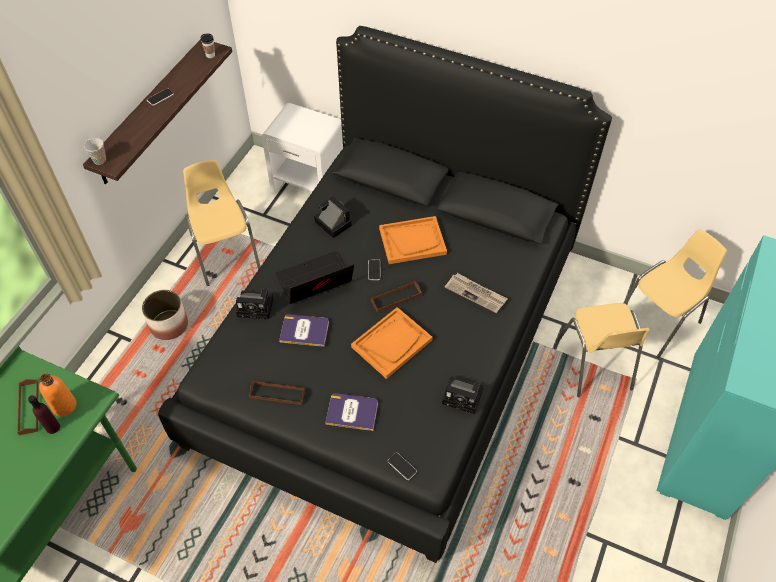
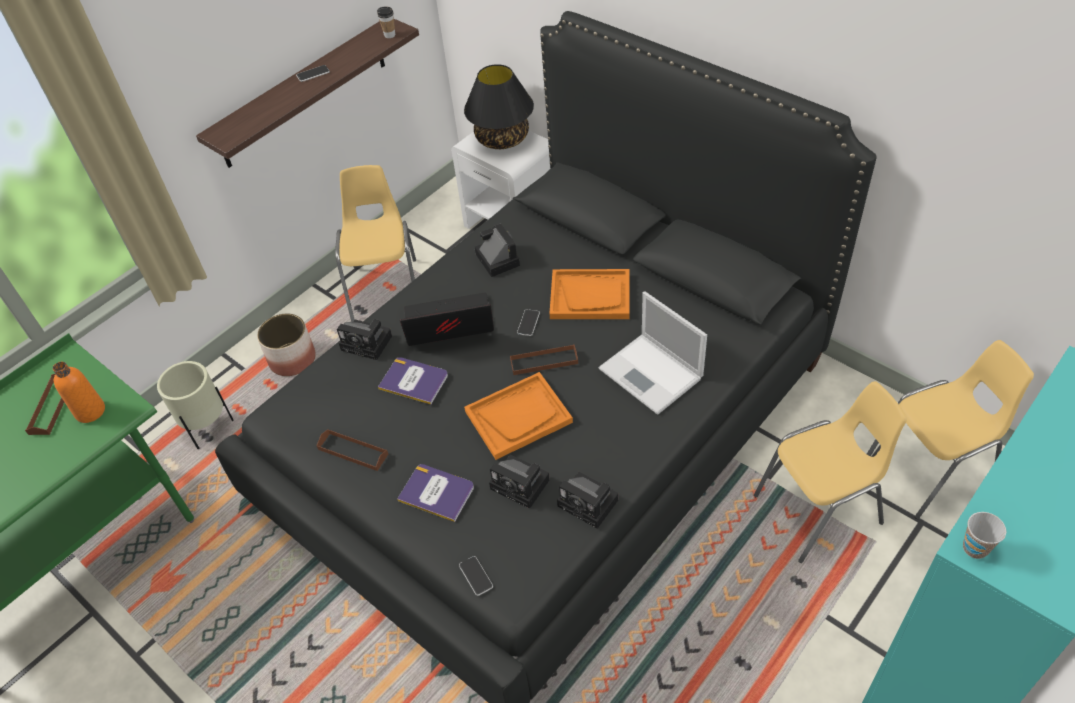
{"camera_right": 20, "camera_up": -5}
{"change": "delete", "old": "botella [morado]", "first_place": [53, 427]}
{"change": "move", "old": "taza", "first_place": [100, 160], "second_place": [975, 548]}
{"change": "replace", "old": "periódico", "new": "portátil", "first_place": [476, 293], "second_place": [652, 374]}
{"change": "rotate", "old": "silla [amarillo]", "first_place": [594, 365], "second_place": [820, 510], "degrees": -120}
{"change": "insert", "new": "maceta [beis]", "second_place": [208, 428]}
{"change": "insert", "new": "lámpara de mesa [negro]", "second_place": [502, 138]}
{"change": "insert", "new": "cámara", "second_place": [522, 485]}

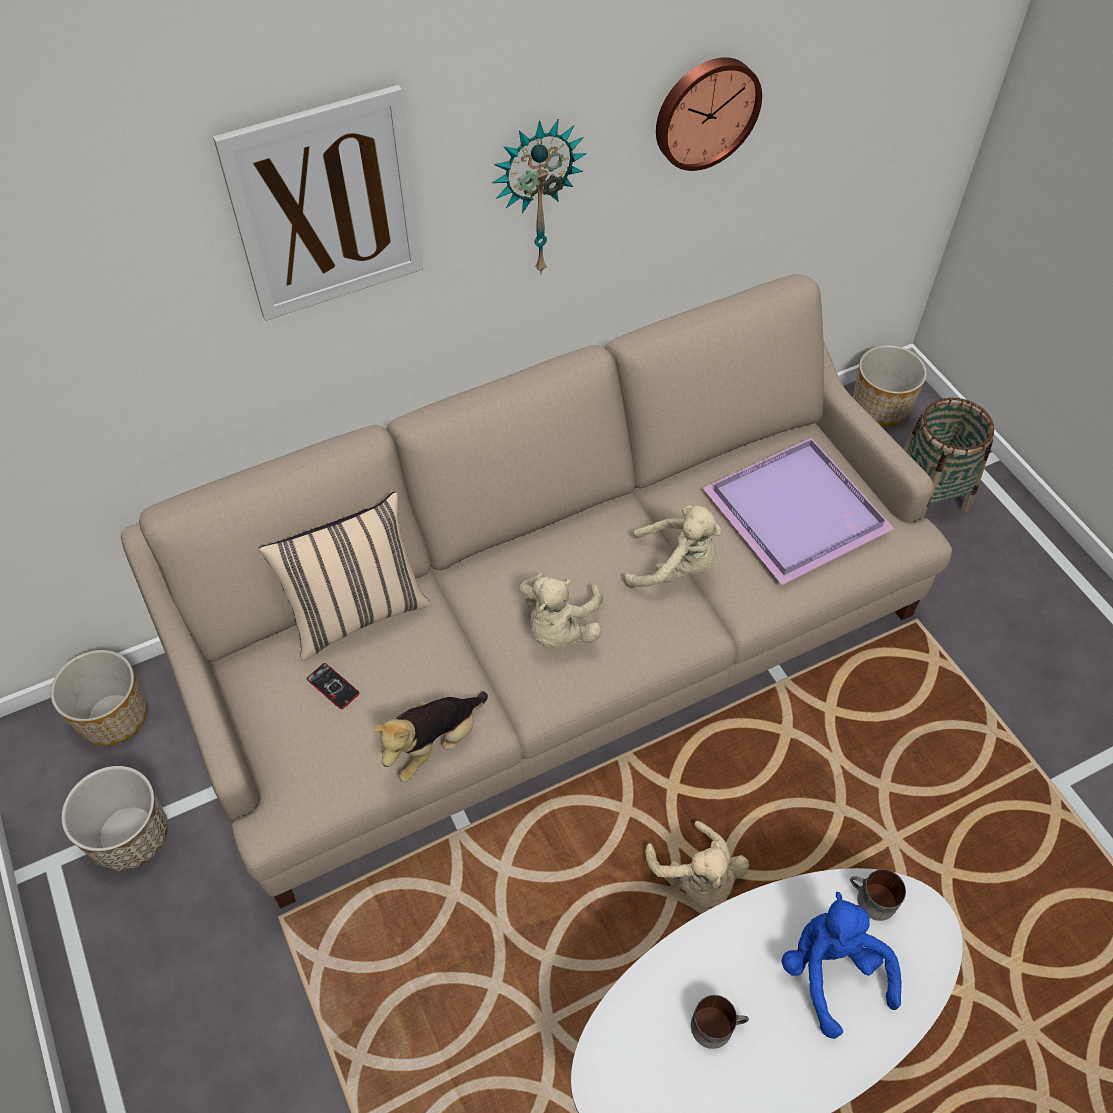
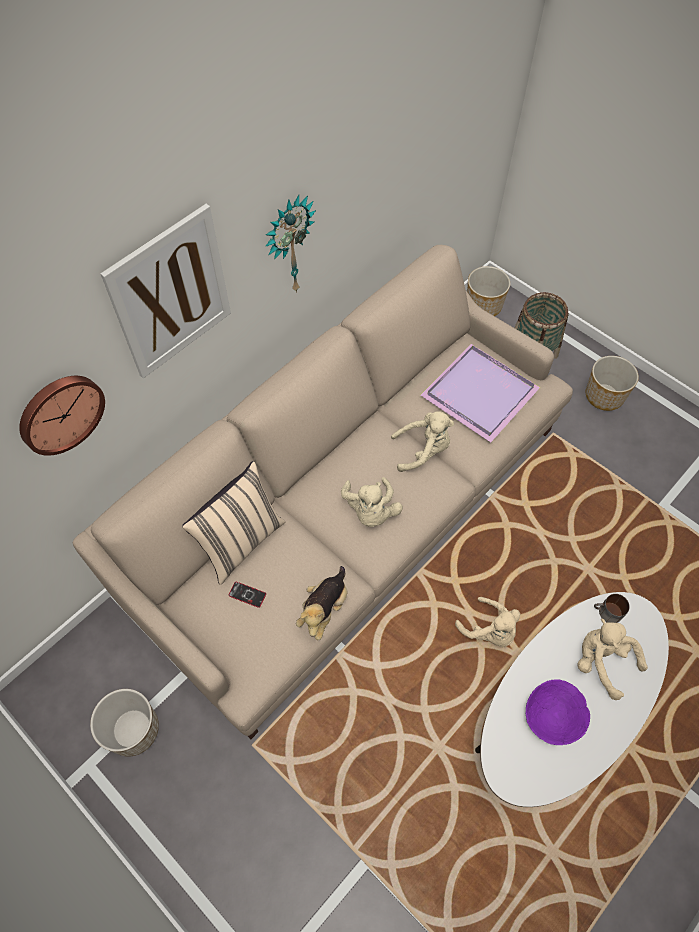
{"camera_right": -20, "camera_up": 5}
{"change": "move", "old": "maceta", "first_place": [113, 715], "second_place": [604, 395]}
{"change": "move", "old": "reloj de pared", "first_place": [705, 112], "second_place": [60, 412]}
{"change": "replace", "old": "taza grande", "new": "cuenco [morado]", "first_place": [717, 1024], "second_place": [553, 715]}
{"change": "recolor", "old": "peluche [azul]", "new": "peluche [beis]", "first_place": [832, 971], "second_place": [602, 661]}

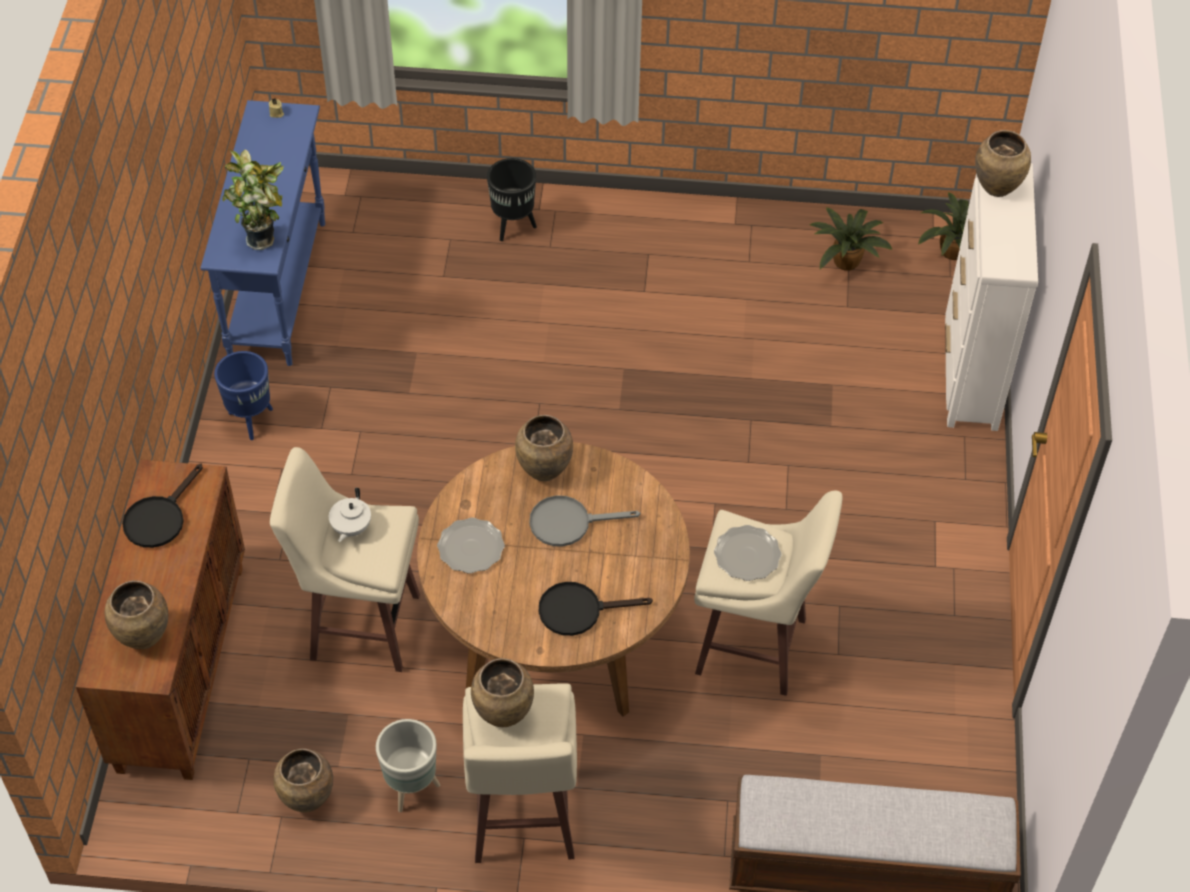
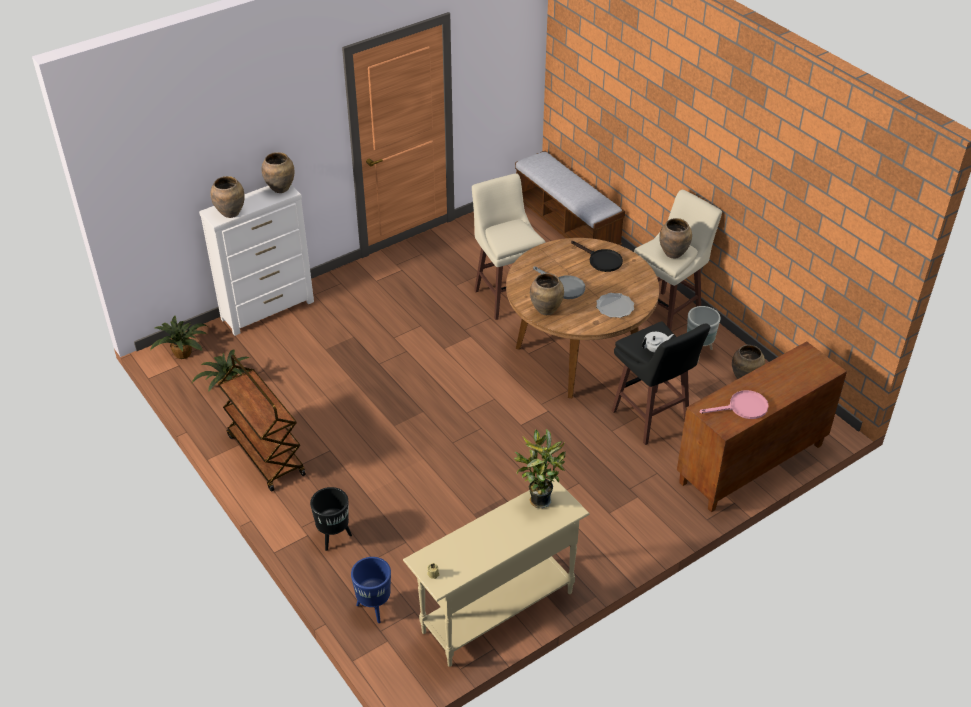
{"camera_right": -130, "camera_up": -10}
{"change": "move", "old": "florero [marrón]", "first_place": [143, 637], "second_place": [281, 189]}
{"change": "recolor", "old": "sartén [negro]", "new": "sartén [rosa]", "first_place": [159, 518], "second_place": [742, 408]}
{"change": "recolor", "old": "mesa consola [azul]", "new": "mesa consola [beis]", "first_place": [279, 289], "second_place": [497, 612]}
{"change": "move", "old": "maceta [azul]", "first_place": [250, 421], "second_place": [375, 608]}
{"change": "recolor", "old": "taburete [beis]", "new": "taburete [negro]", "first_place": [361, 625], "second_place": [651, 419]}
{"change": "delete", "old": "plato", "first_place": [747, 555]}
{"change": "insert", "new": "carrito [marrón]", "second_place": [265, 455]}

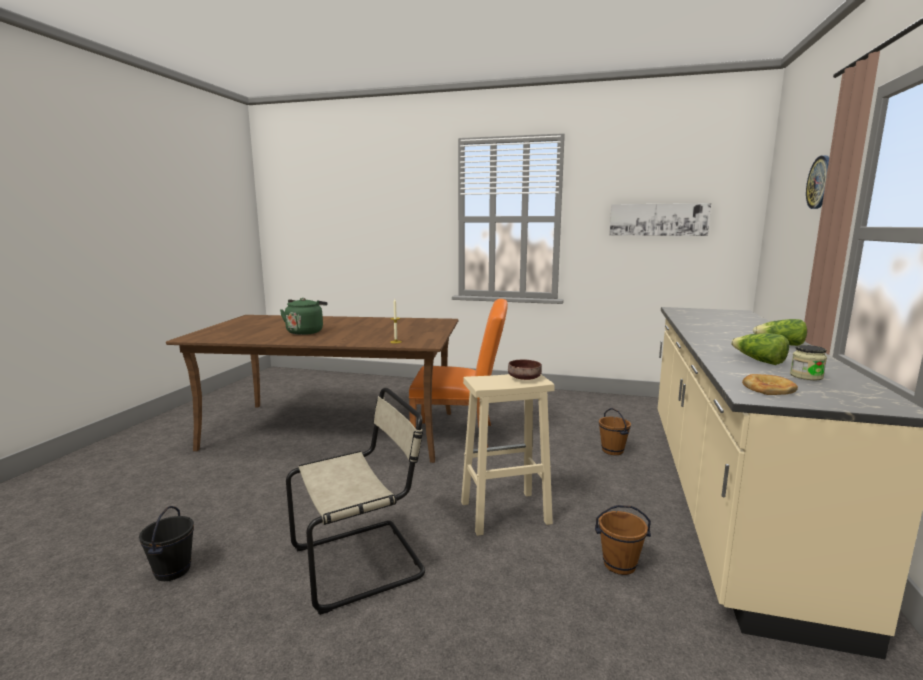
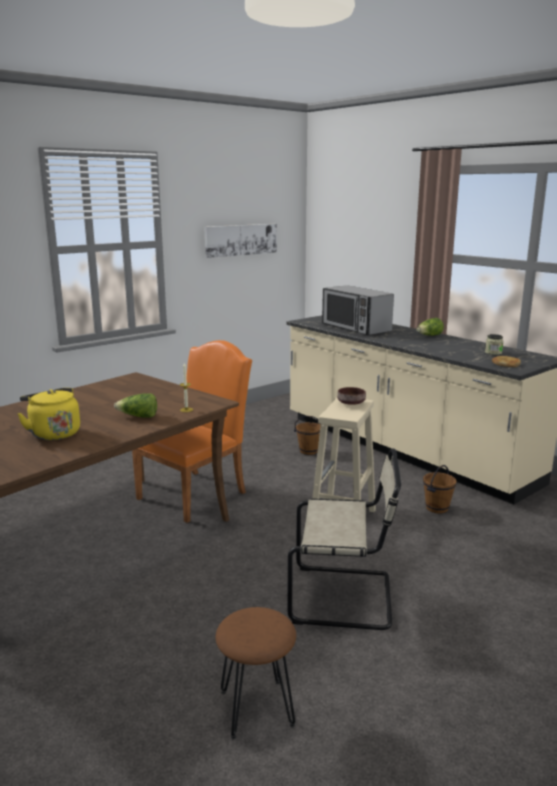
{"camera_right": -55, "camera_up": 5}
{"change": "replace", "old": "cubo [negro]", "new": "taburete [marrón]", "first_place": [173, 571], "second_place": [257, 708]}
{"change": "recolor", "old": "hervidor [verde]", "new": "hervidor [amarillo]", "first_place": [305, 332], "second_place": [53, 433]}
{"change": "rotate", "old": "silla [beis]", "first_place": [363, 561], "second_place": [345, 597], "degrees": 90}
{"change": "move", "old": "lechuga", "first_place": [759, 361], "second_place": [138, 417]}
{"change": "delete", "old": "reloj de pared", "first_place": [820, 182]}
{"change": "insert", "new": "microondas", "second_place": [355, 328]}

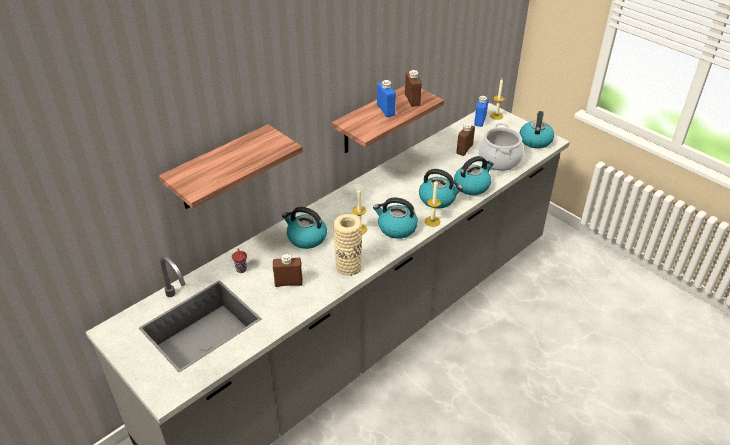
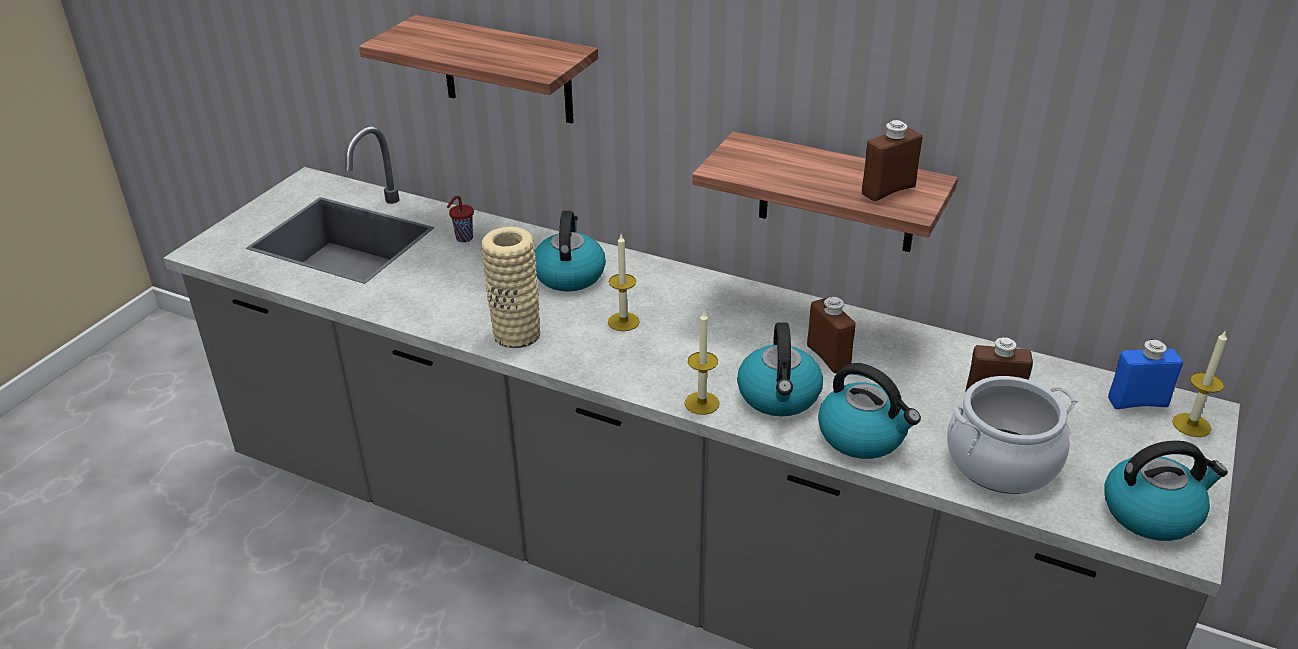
{"camera_right": 70, "camera_up": -5}
{"change": "move", "old": "botella [marrón]", "first_place": [288, 283], "second_place": [828, 357]}
{"change": "delete", "old": "hervidor", "first_place": [396, 228]}
{"change": "delete", "old": "botella [azul]", "first_place": [385, 110]}

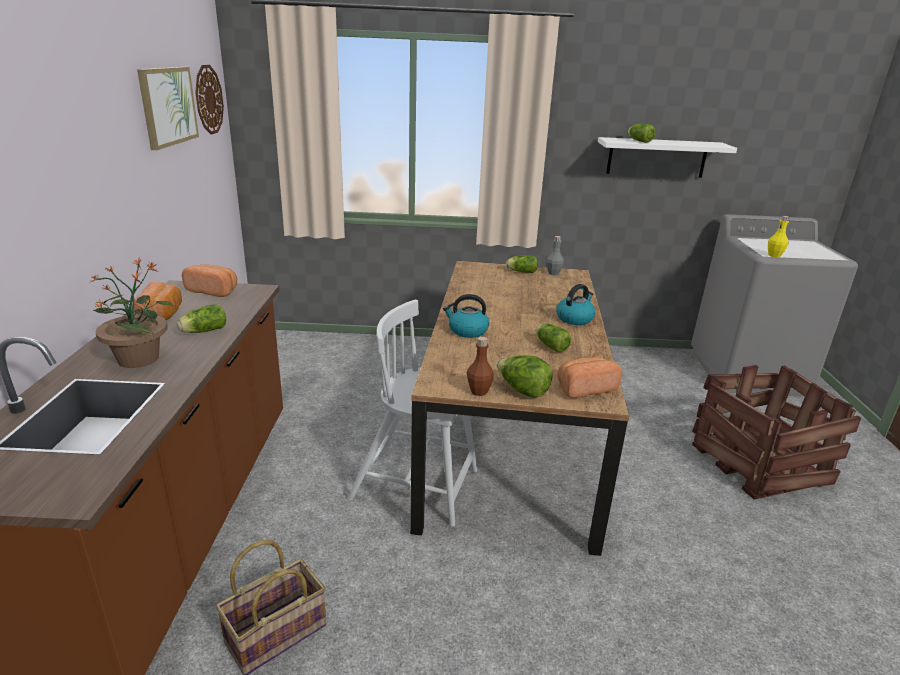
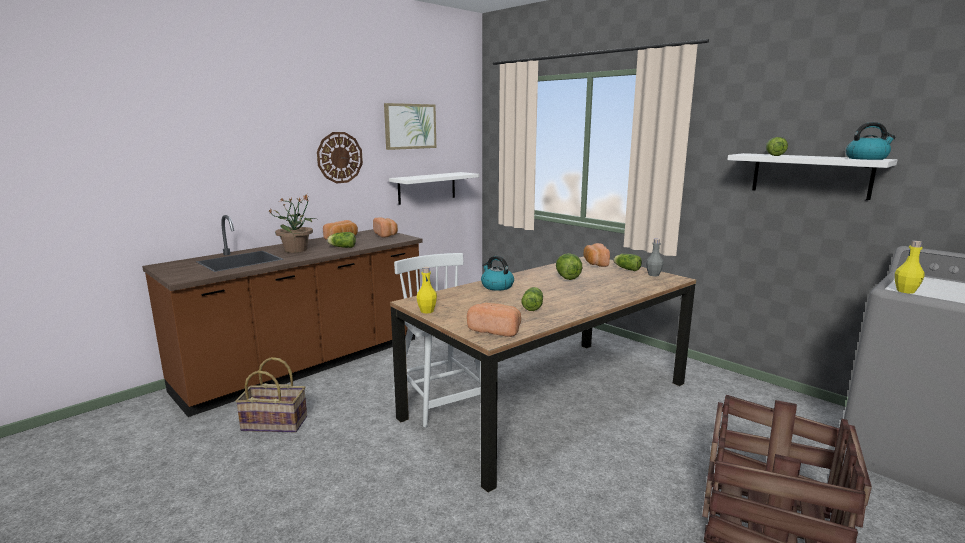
{"camera_right": 45, "camera_up": -10}
{"change": "move", "old": "reloj de pared", "first_place": [208, 99], "second_place": [339, 157]}
{"change": "recolor", "old": "botella [marrón]", "new": "botella [amarillo]", "first_place": [479, 391], "second_place": [427, 311]}
{"change": "move", "old": "lechuga", "first_place": [522, 391], "second_place": [567, 277]}
{"change": "move", "old": "hervidor", "first_place": [574, 318], "second_place": [866, 158]}
{"change": "insert", "new": "estante [blanco]", "second_place": [427, 187]}
{"change": "insert", "new": "pan", "second_place": [595, 263]}

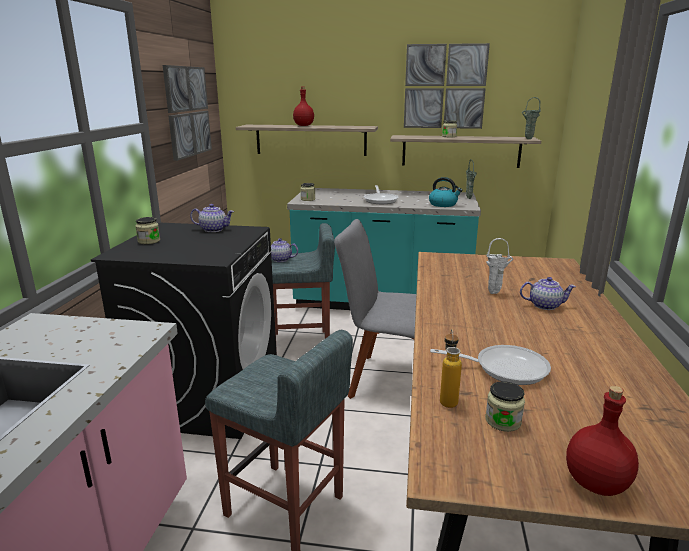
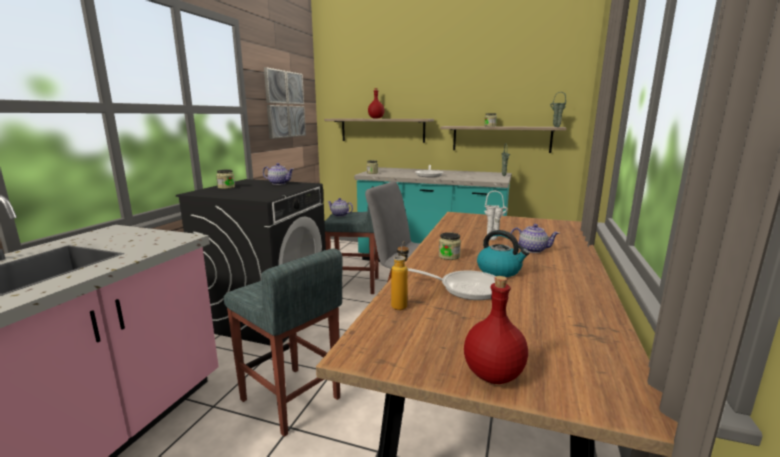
{"camera_right": 10, "camera_up": -5}
{"change": "delete", "old": "cuadro", "first_place": [444, 87]}
{"change": "move", "old": "hervidor", "first_place": [443, 204], "second_place": [499, 271]}
{"change": "move", "old": "tarro", "first_place": [503, 421], "second_place": [449, 256]}

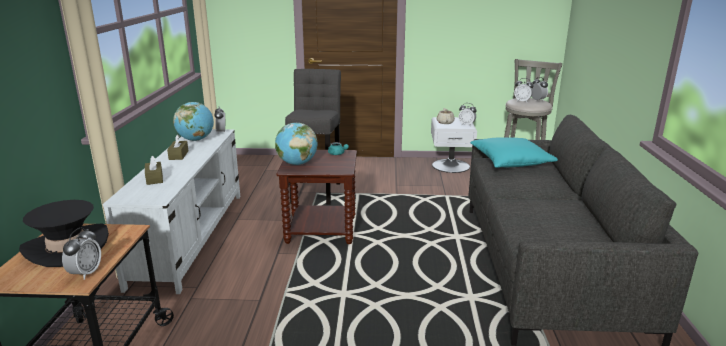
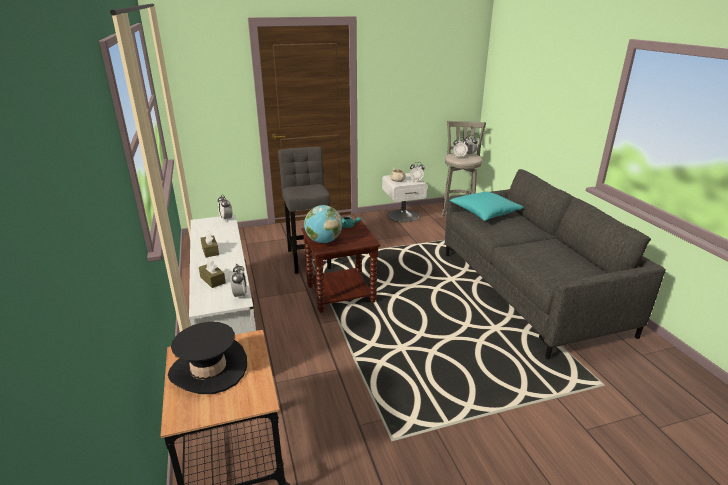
{"camera_right": -20, "camera_up": 5}
{"change": "move", "old": "despertador", "first_place": [86, 273], "second_place": [240, 295]}
{"change": "delete", "old": "globo terráqueo", "first_place": [196, 140]}

